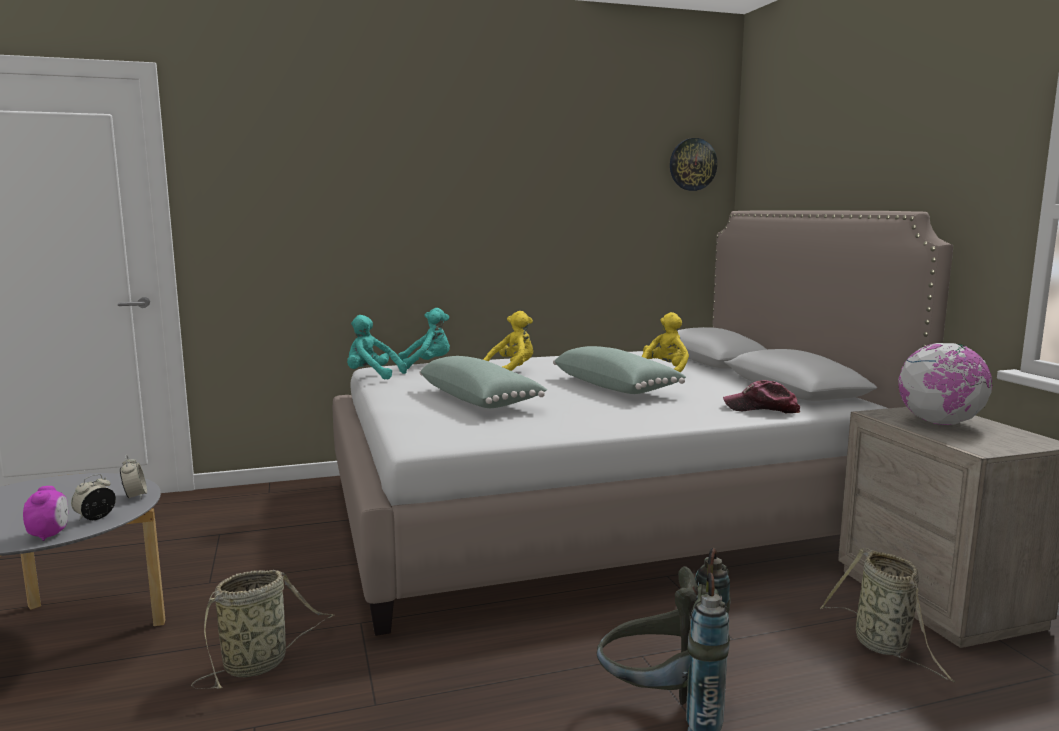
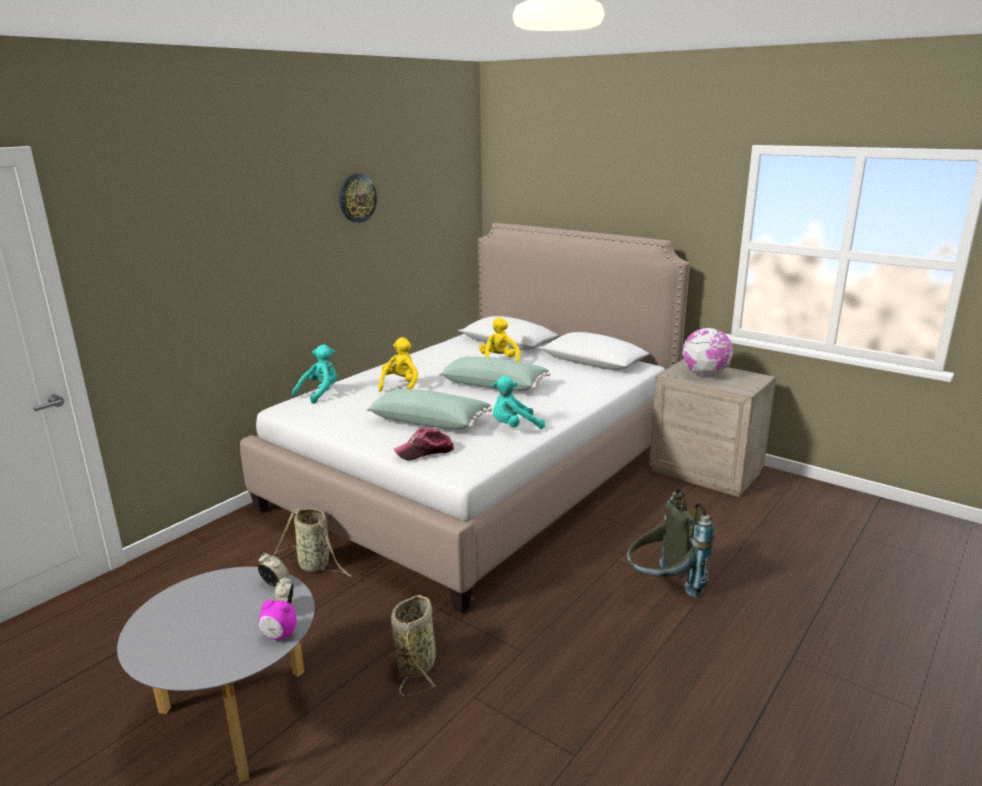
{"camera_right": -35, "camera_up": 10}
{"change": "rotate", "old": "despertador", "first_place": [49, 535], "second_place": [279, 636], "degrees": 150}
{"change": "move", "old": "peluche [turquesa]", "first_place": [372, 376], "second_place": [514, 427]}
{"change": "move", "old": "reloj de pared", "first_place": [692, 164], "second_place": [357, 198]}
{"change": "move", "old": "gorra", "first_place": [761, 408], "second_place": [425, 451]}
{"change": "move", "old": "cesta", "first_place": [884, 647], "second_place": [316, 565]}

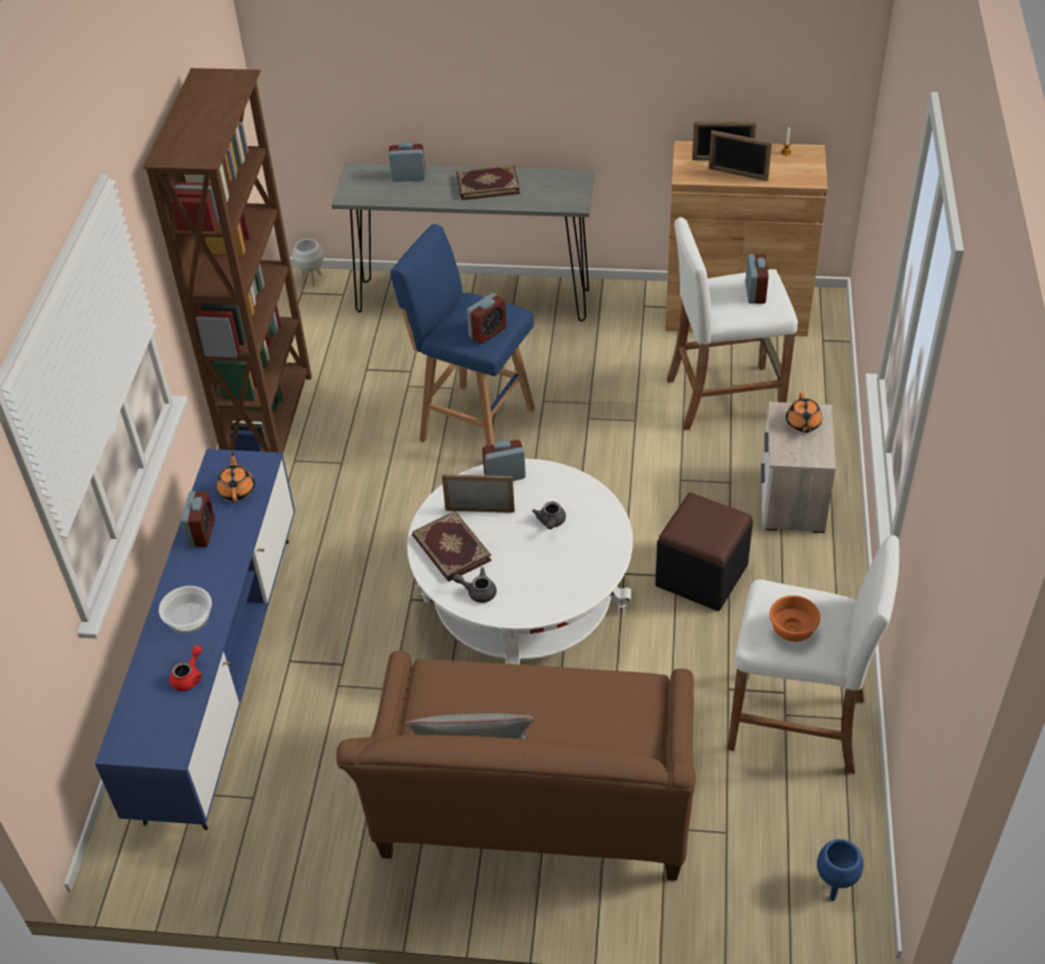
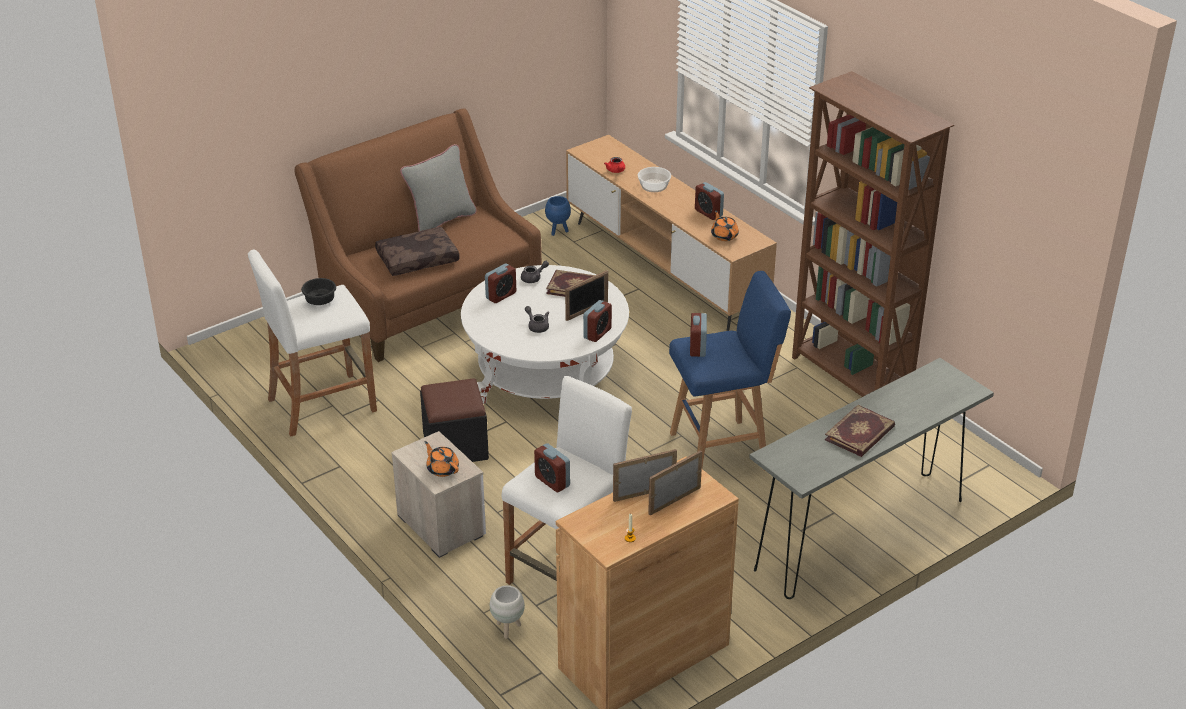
{"camera_right": 135, "camera_up": -10}
{"change": "recolor", "old": "mueble de televisión [azul]", "new": "mueble de televisión [marrón]", "first_place": [222, 673], "second_place": [664, 268]}
{"change": "rotate", "old": "tetera [naranja]", "first_place": [237, 490], "second_place": [724, 235], "degrees": -150}
{"change": "move", "old": "maceta [blanco]", "first_place": [312, 279], "second_place": [508, 629]}
{"change": "move", "old": "despertador", "first_place": [408, 177], "second_place": [501, 295]}
{"change": "recolor", "old": "cuenco [naranja]", "new": "cuenco [negro]", "first_place": [792, 628], "second_place": [320, 301]}
{"change": "move", "old": "maceta [azul]", "first_place": [835, 886], "second_place": [558, 231]}
{"change": "insert", "new": "cojín [marrón]", "second_place": [418, 259]}

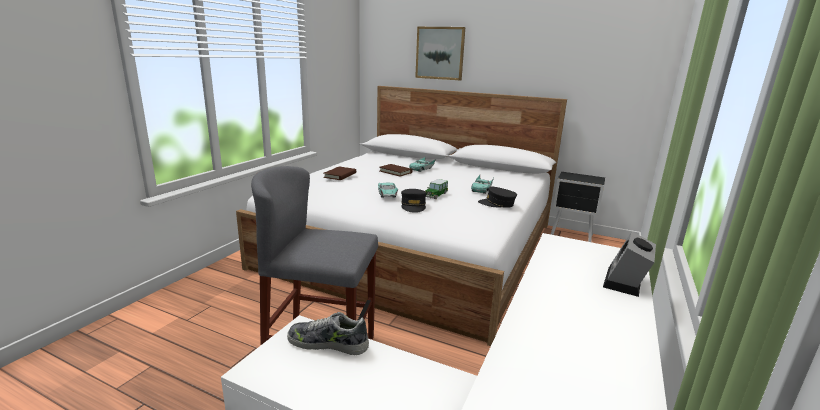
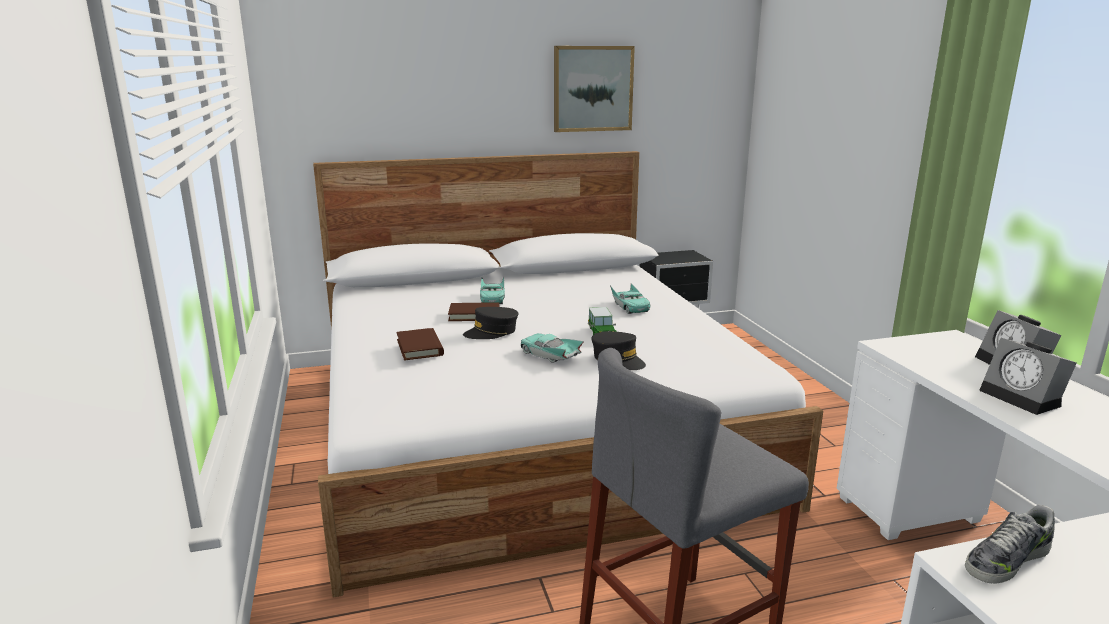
{"camera_right": -40, "camera_up": 0}
{"change": "move", "old": "cuadro", "first_place": [440, 53], "second_place": [592, 89]}
{"change": "move", "old": "gorra [negro]", "first_place": [497, 204], "second_place": [491, 332]}
{"change": "insert", "new": "despertador", "second_place": [1023, 398]}

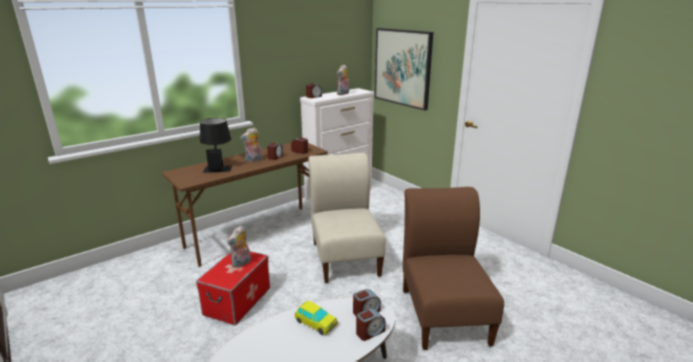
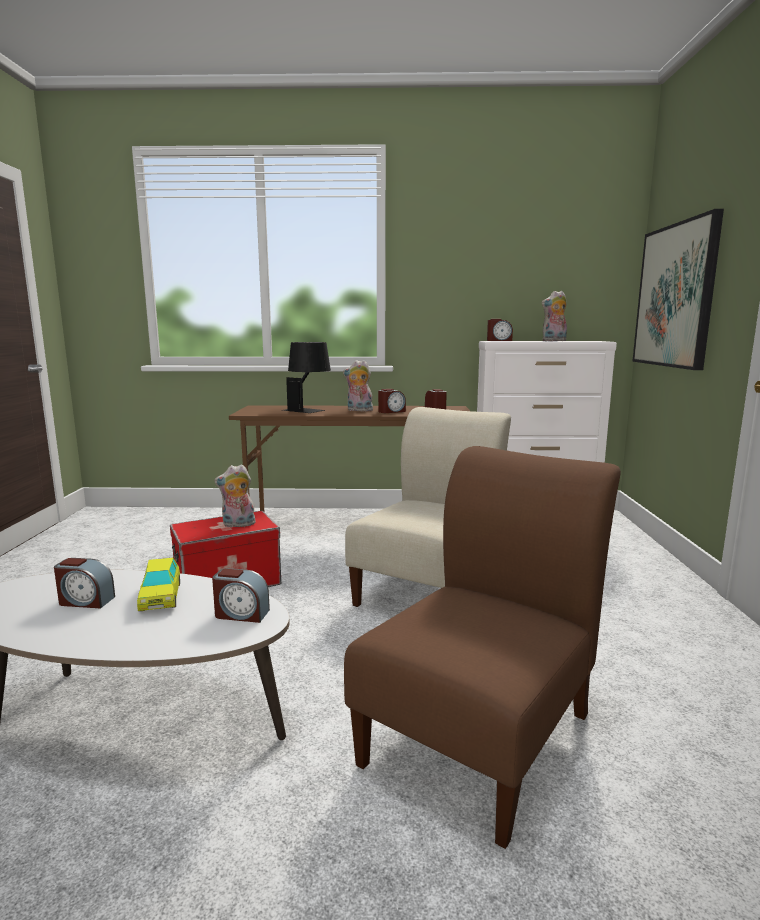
{"camera_right": 40, "camera_up": -10}
{"change": "move", "old": "despertador", "first_place": [370, 332], "second_place": [86, 601]}

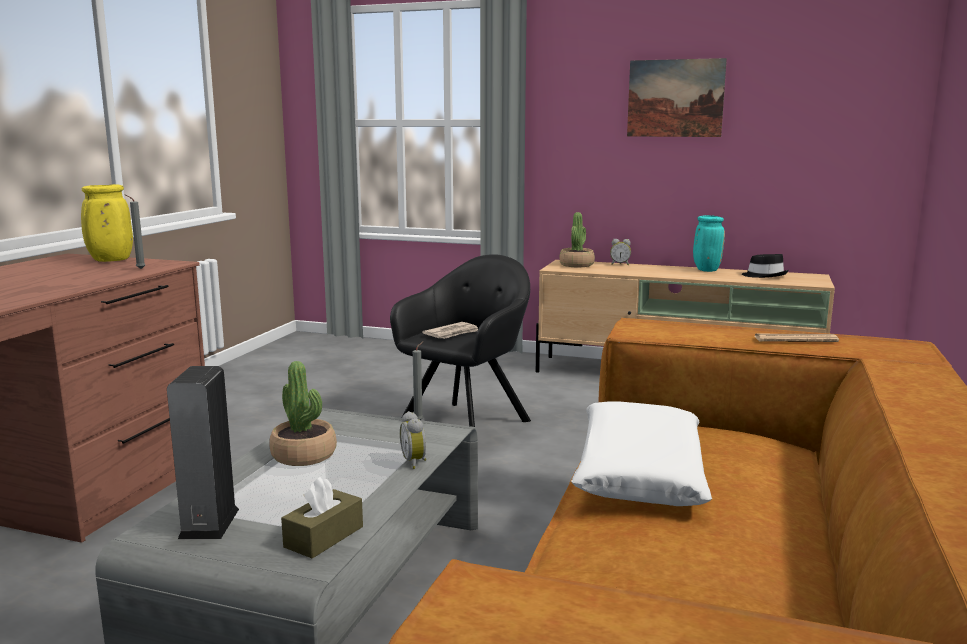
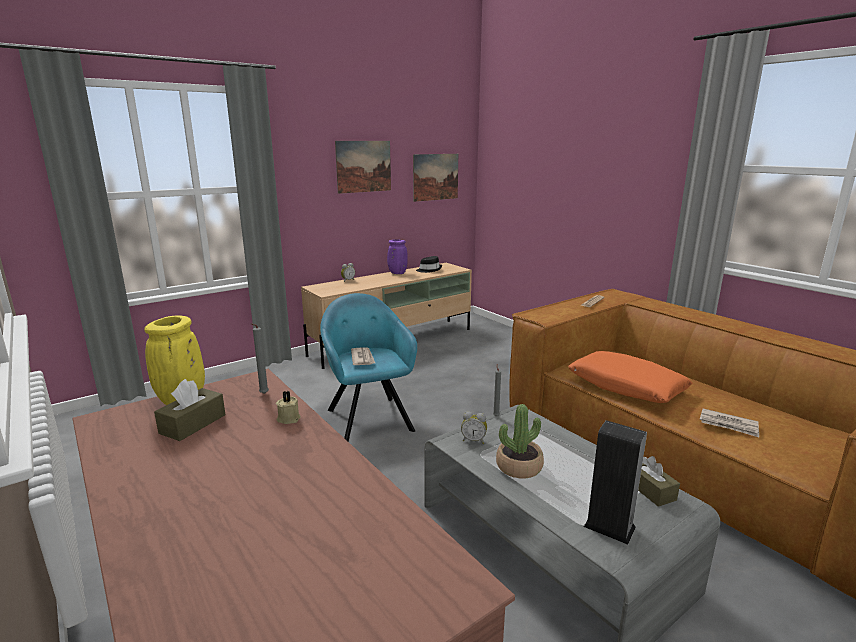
{"camera_right": -55, "camera_up": 5}
{"change": "recolor", "old": "sillón [negro]", "new": "sillón [turquesa]", "first_place": [467, 424], "second_place": [368, 417]}
{"change": "move", "old": "despertador", "first_place": [415, 462], "second_place": [473, 440]}
{"change": "delete", "old": "planta en maceta", "first_place": [576, 265]}
{"change": "recolor", "old": "cojín [blanco]", "new": "cojín [naranja]", "first_place": [639, 471], "second_place": [626, 387]}
{"change": "recolor", "old": "florero [turquesa]", "new": "florero [morado]", "first_place": [706, 270], "second_place": [397, 273]}
{"change": "insert", "new": "caja de pañuelos [marrón]", "second_place": [193, 424]}
{"change": "insert", "new": "vela [beis]", "second_place": [288, 418]}
{"change": "insert", "new": "cuadro", "second_place": [435, 177]}
{"change": "insert", "new": "periódico", "second_place": [729, 425]}

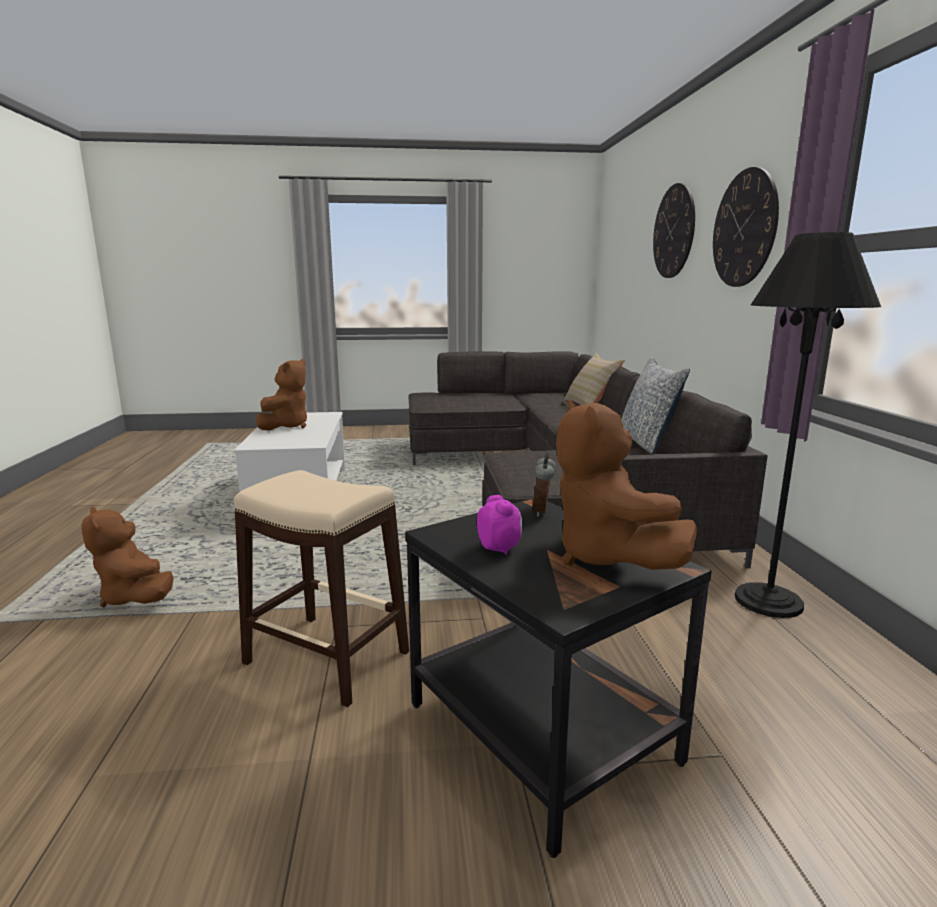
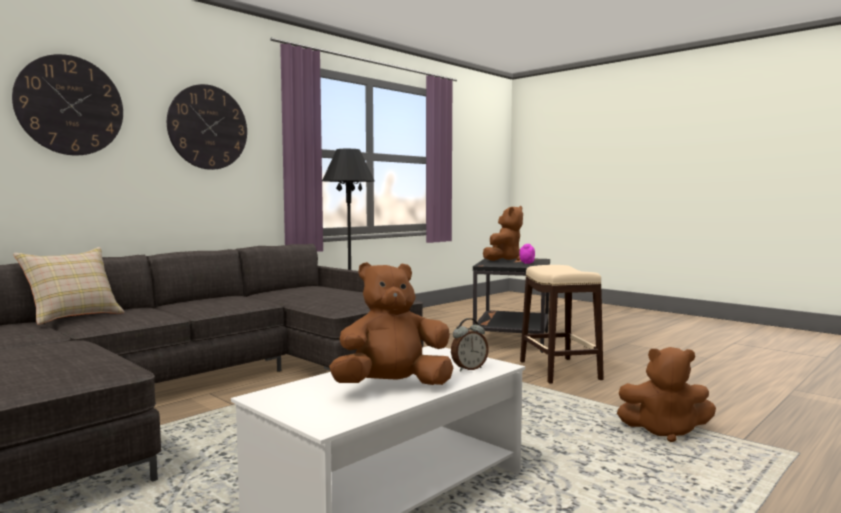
{"camera_right": -130, "camera_up": -10}
{"change": "rotate", "old": "peluche [marrón]", "first_place": [136, 597], "second_place": [664, 431], "degrees": 90}
{"change": "move", "old": "despertador", "first_place": [543, 512], "second_place": [468, 368]}
{"change": "delete", "old": "cojín", "first_place": [647, 442]}

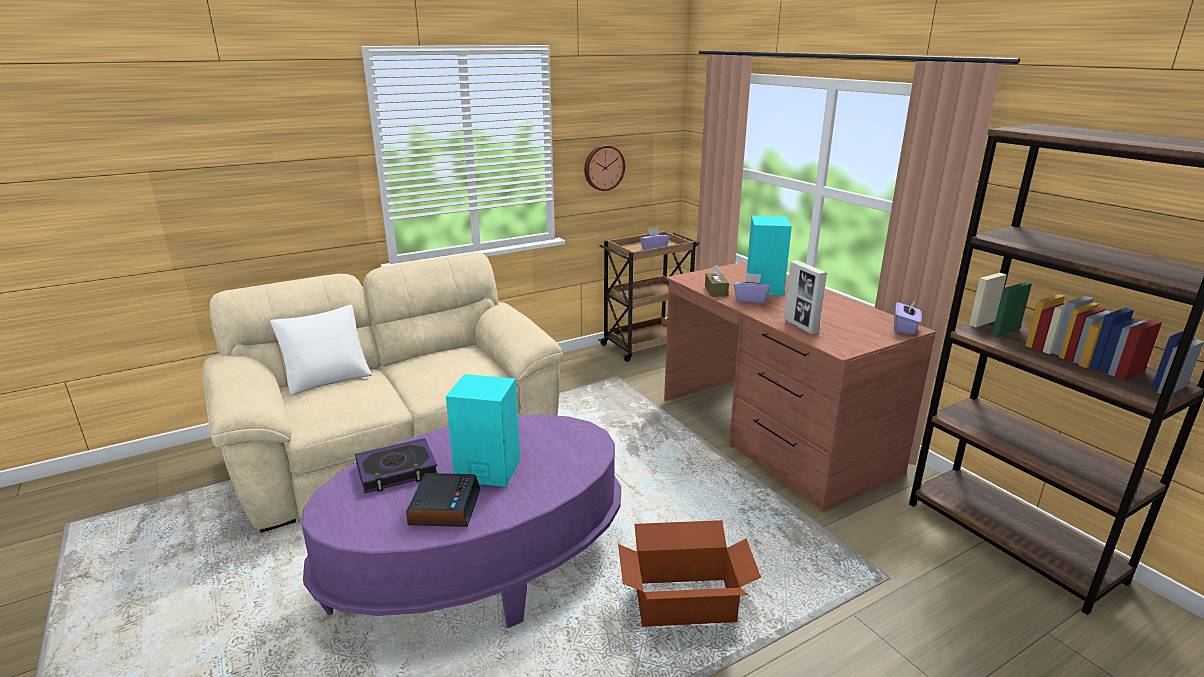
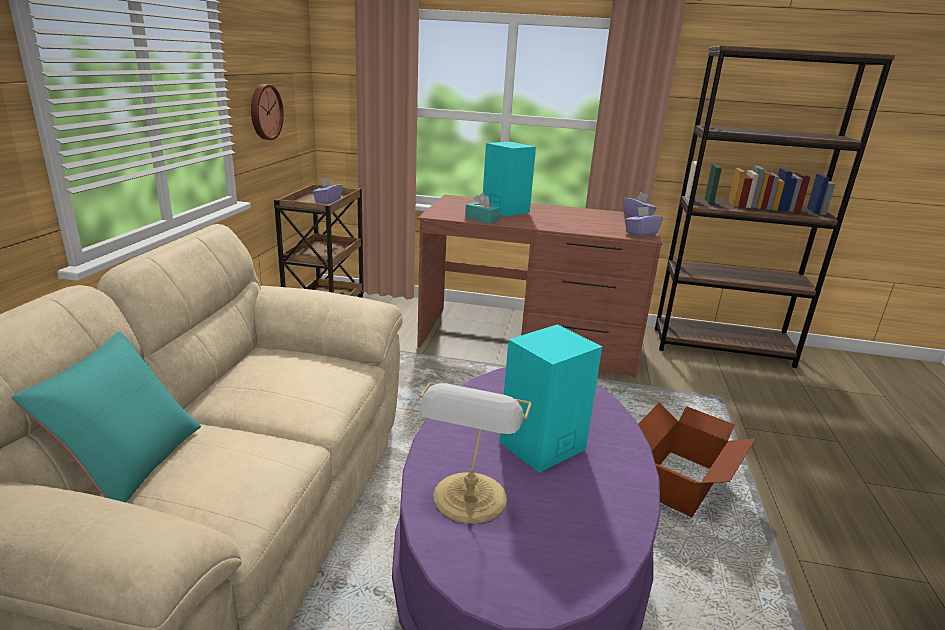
{"camera_right": -50, "camera_up": 0}
{"change": "recolor", "old": "cojín [blanco]", "new": "cojín [turquesa]", "first_place": [327, 377], "second_place": [128, 459]}
{"change": "replace", "old": "libro", "new": "lámpara de mesa", "first_place": [397, 470], "second_place": [469, 500]}
{"change": "delete", "old": "despertador", "first_place": [444, 507]}
{"change": "recolor", "old": "caja de pañuelos [marrón]", "new": "caja de pañuelos [turquesa]", "first_place": [716, 291], "second_place": [482, 219]}
{"change": "move", "old": "caja de pañuelos [morado]", "first_place": [751, 300], "second_place": [641, 233]}
{"change": "delete", "old": "portarretratos", "first_place": [801, 326]}

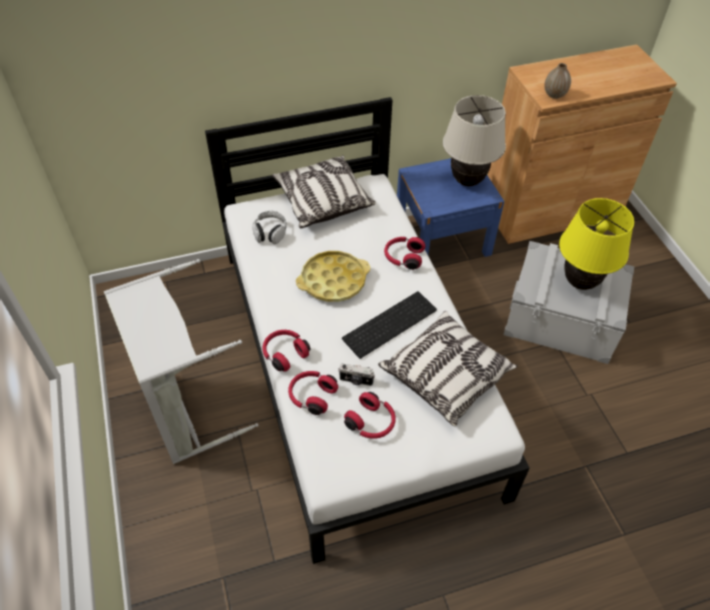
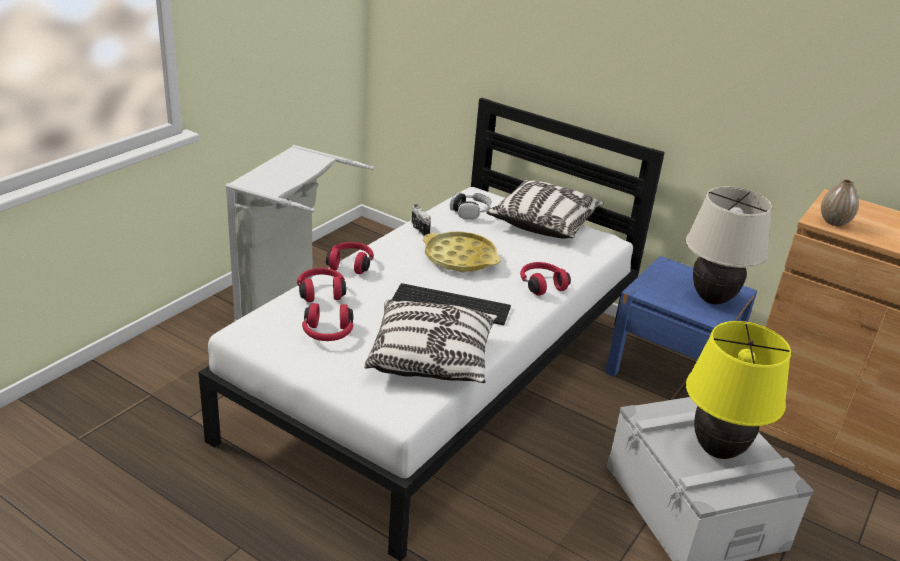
{"camera_right": 50, "camera_up": -20}
{"change": "move", "old": "cámara", "first_place": [356, 381], "second_place": [419, 229]}

